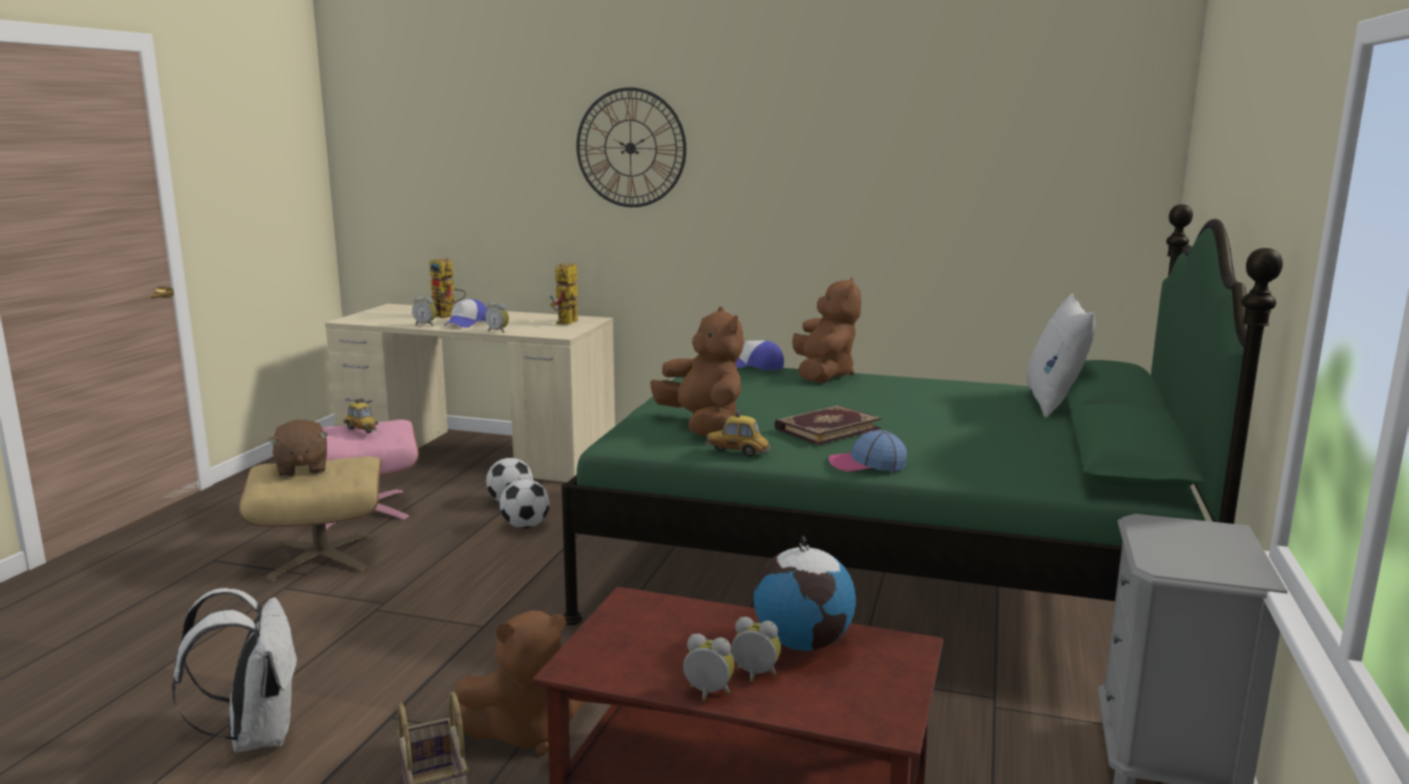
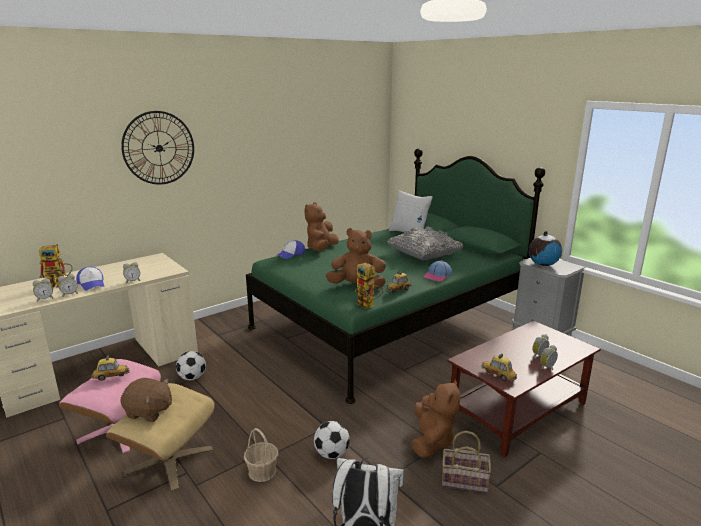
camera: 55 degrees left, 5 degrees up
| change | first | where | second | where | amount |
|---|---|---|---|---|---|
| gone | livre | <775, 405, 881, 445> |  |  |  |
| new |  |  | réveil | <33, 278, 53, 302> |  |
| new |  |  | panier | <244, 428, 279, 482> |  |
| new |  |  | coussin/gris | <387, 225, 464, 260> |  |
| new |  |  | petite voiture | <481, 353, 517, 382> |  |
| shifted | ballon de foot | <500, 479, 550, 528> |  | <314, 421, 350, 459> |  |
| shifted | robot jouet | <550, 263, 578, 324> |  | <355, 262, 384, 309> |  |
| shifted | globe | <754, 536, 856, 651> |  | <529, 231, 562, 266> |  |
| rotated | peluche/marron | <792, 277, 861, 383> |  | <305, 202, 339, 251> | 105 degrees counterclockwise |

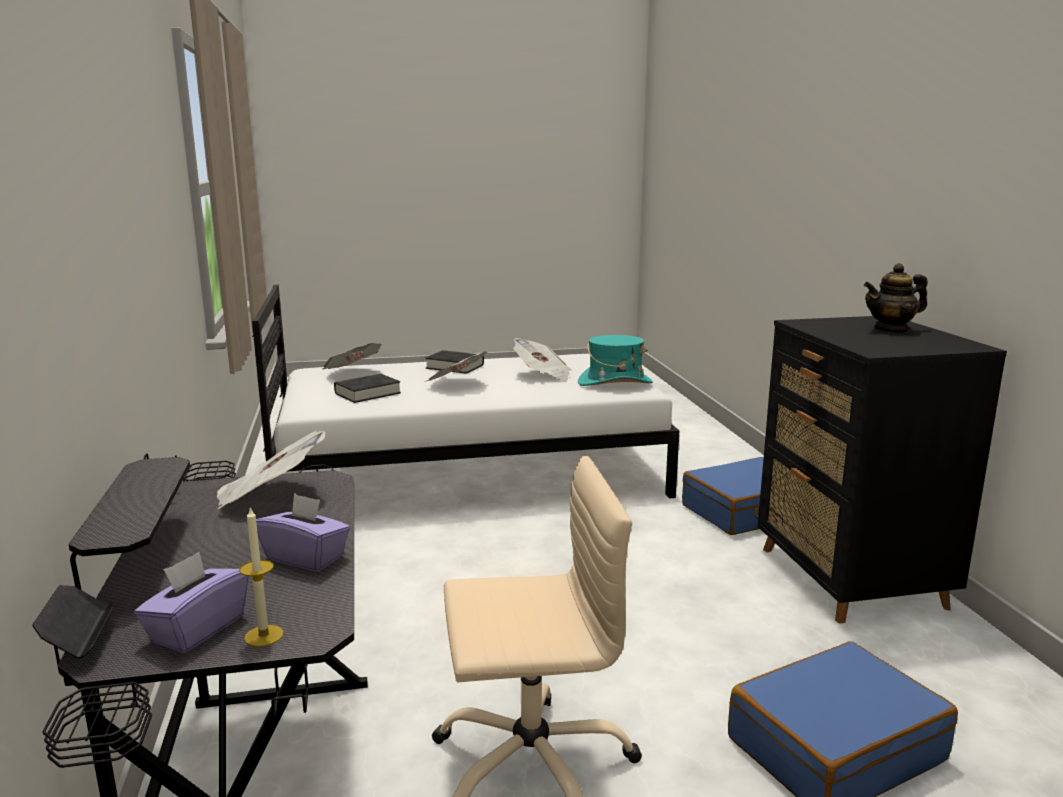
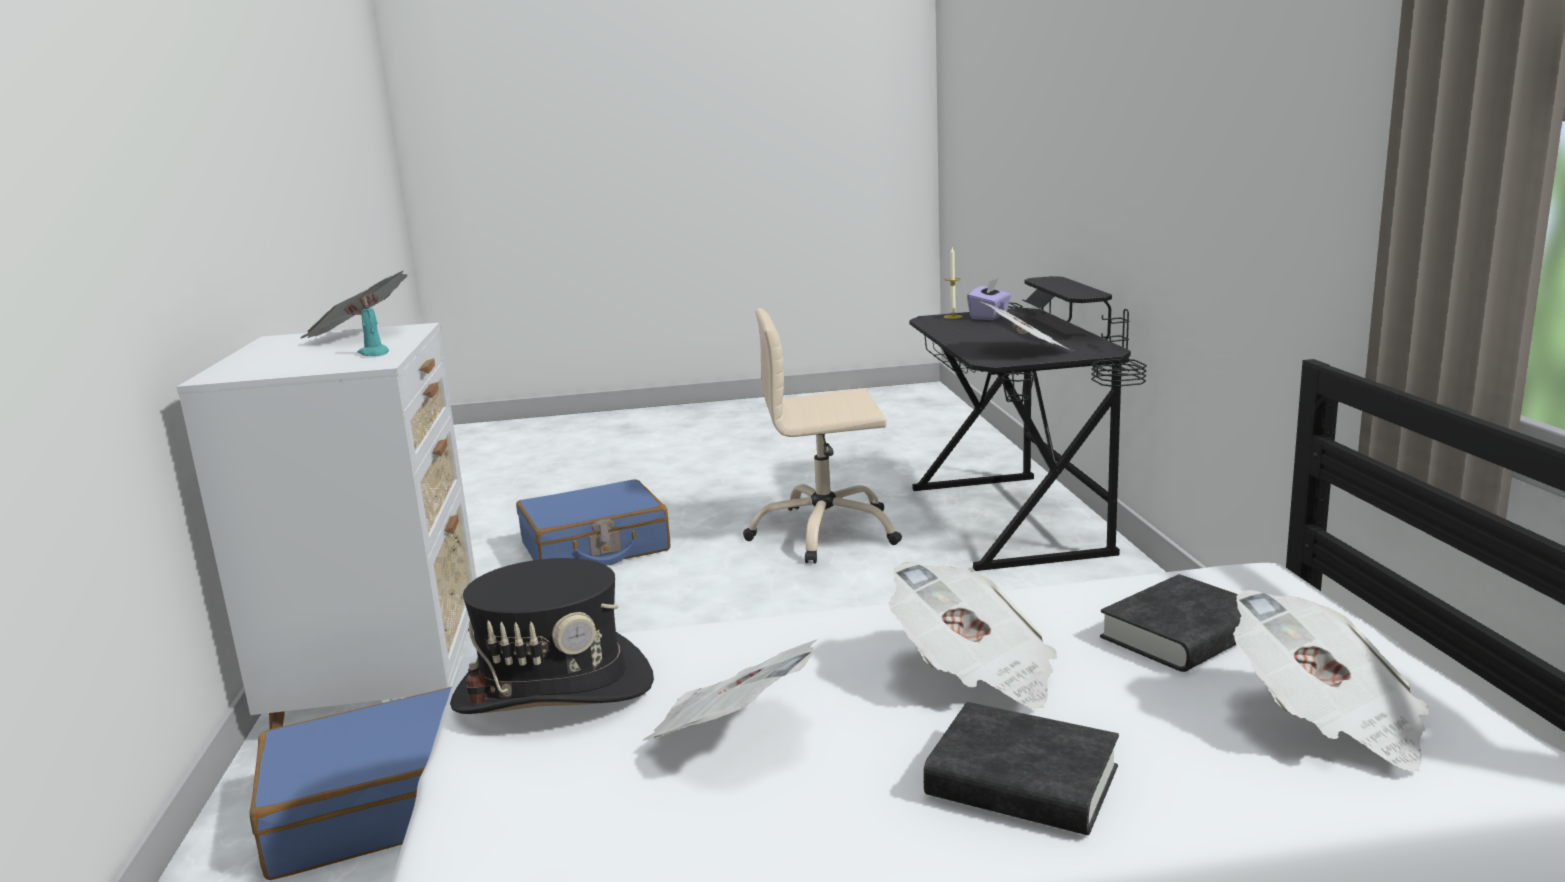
camera: 175 degrees left, 0 degrees up
| change | first | where | second | where | amount |
|---|---|---|---|---|---|
| gone | boîte à mouchoirs/violet | <256, 493, 350, 572> |  |  |  |
| gone | théière | <864, 263, 928, 334> |  |  |  |
| new |  |  | journal | <300, 271, 407, 339> |  |
| new |  |  | bougie/turquoise | <357, 298, 389, 356> |  |
| repainted | chapeau/turquoise | <578, 335, 653, 386> | chapeau/noir | <450, 558, 654, 714> |  |
| repainted | commode/noir | <758, 316, 1007, 624> | commode/blanc | <177, 322, 476, 729> |  |

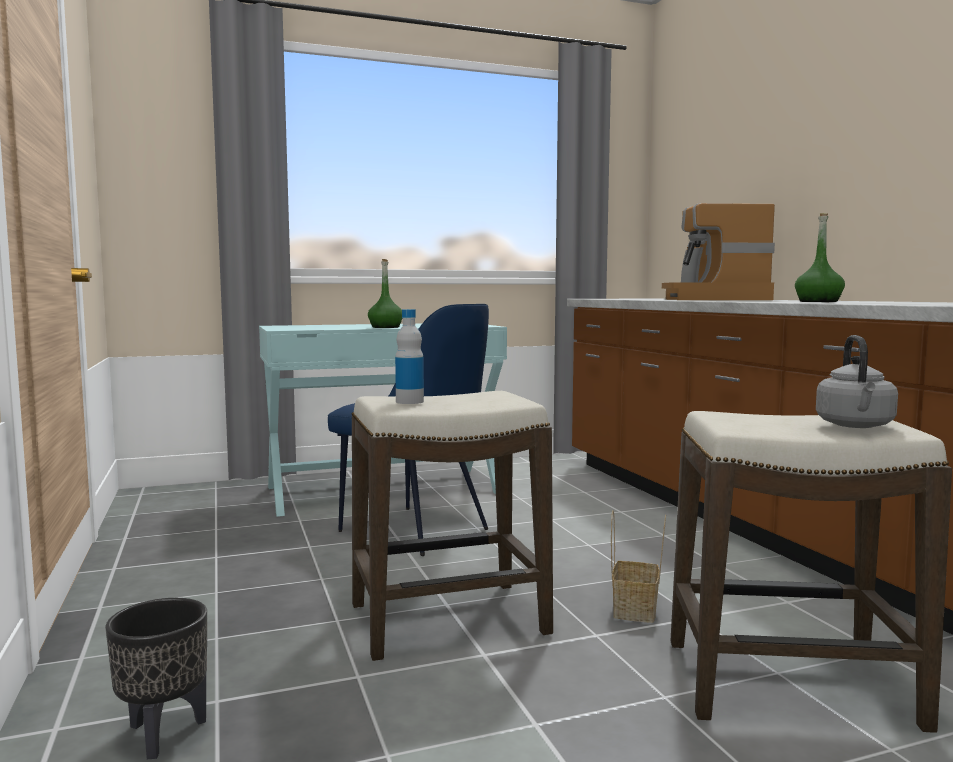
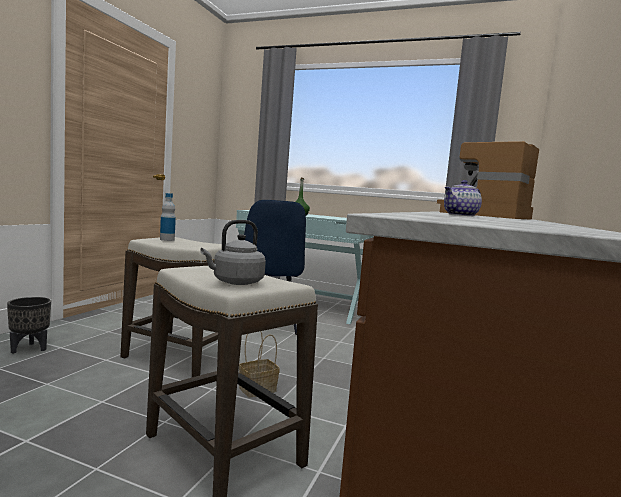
camera: 40 degrees right, 0 degrees up
| change | first | where | second | where | amount |
|---|---|---|---|---|---|
| swapped | bouteille/vert | <795, 213, 845, 302> | théière | <444, 180, 482, 216> |  |

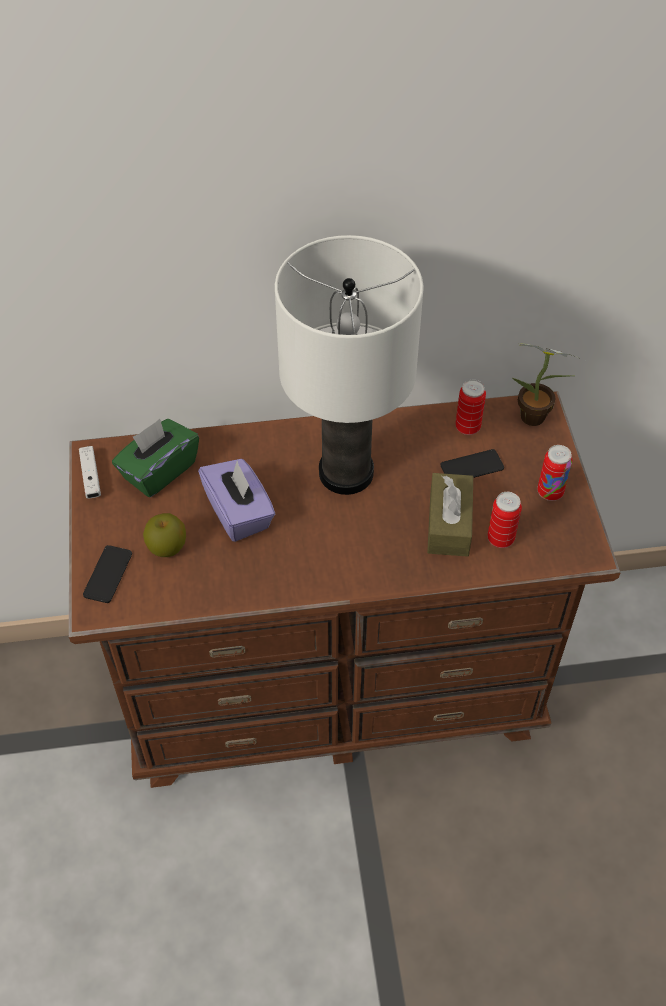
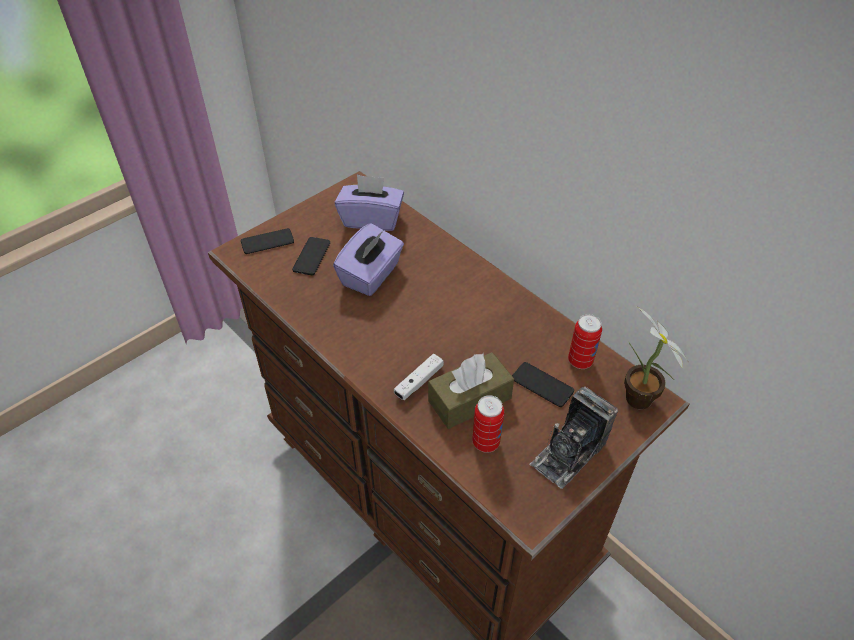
camera: 55 degrees right, 5 degrees down
| change | first | where | second | where | amount |
|---|---|---|---|---|---|
| gone | lampe de table/blanc | <275, 235, 424, 495> |  |  |  |
| shifted | manette/blanc | <79, 446, 101, 498> |  | <394, 354, 444, 400> |  |
| swapped | pomme | <143, 513, 186, 557> | téléphone | <292, 237, 330, 275> |  |
| swapped | boîte métallique | <537, 445, 572, 501> | appareil photo | <530, 387, 618, 489> |  |
| repainted | boîte à mouchoirs/vert | <112, 419, 199, 497> | boîte à mouchoirs/violet | <335, 174, 404, 231> |  |

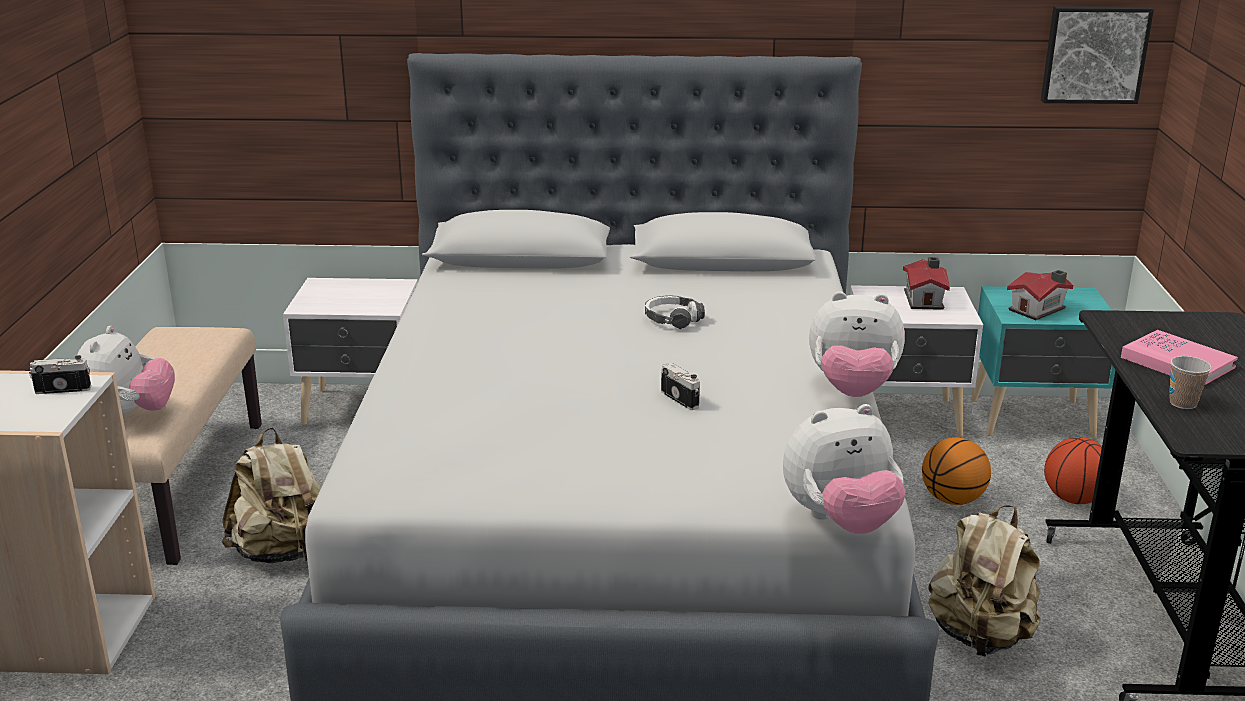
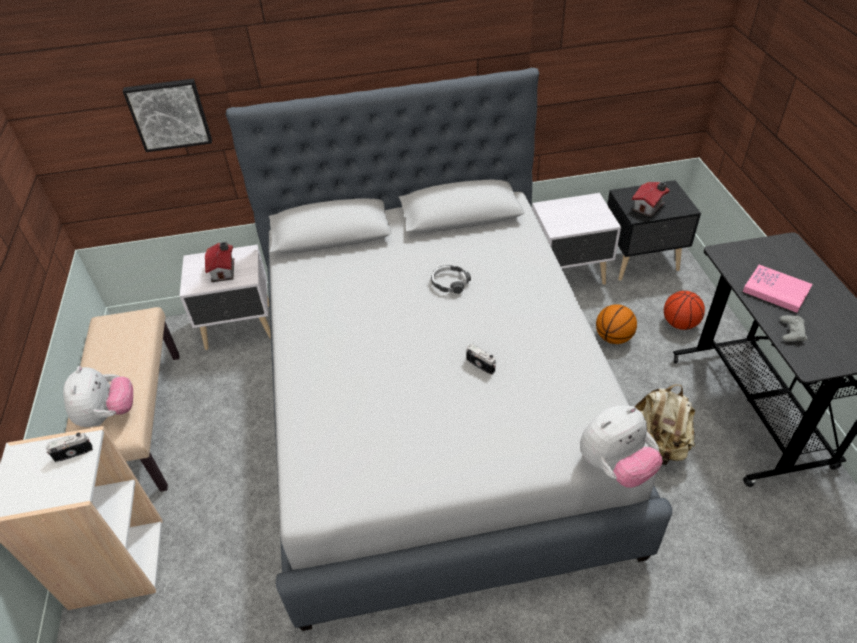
camera: 10 degrees left, 20 degrees up
| change | first | where | second | where | amount |
|---|---|---|---|---|---|
| gone | sac à dos/beige | <222, 427, 321, 563> |  |  |  |
| gone | peluche | <809, 291, 905, 397> |  |  |  |
| shifted | maison miniature | <903, 257, 950, 310> |  | <205, 242, 234, 282> |  |
| shifted | tableau | <1041, 6, 1154, 104> |  | <123, 79, 212, 152> |  |
| swapped | tasse | <1169, 356, 1212, 409> | manette/gris | <780, 315, 807, 342> |  |
| repainted | table de chevet/turquoise | <971, 286, 1115, 438> | table de chevet/noir | <607, 180, 701, 281> |  |

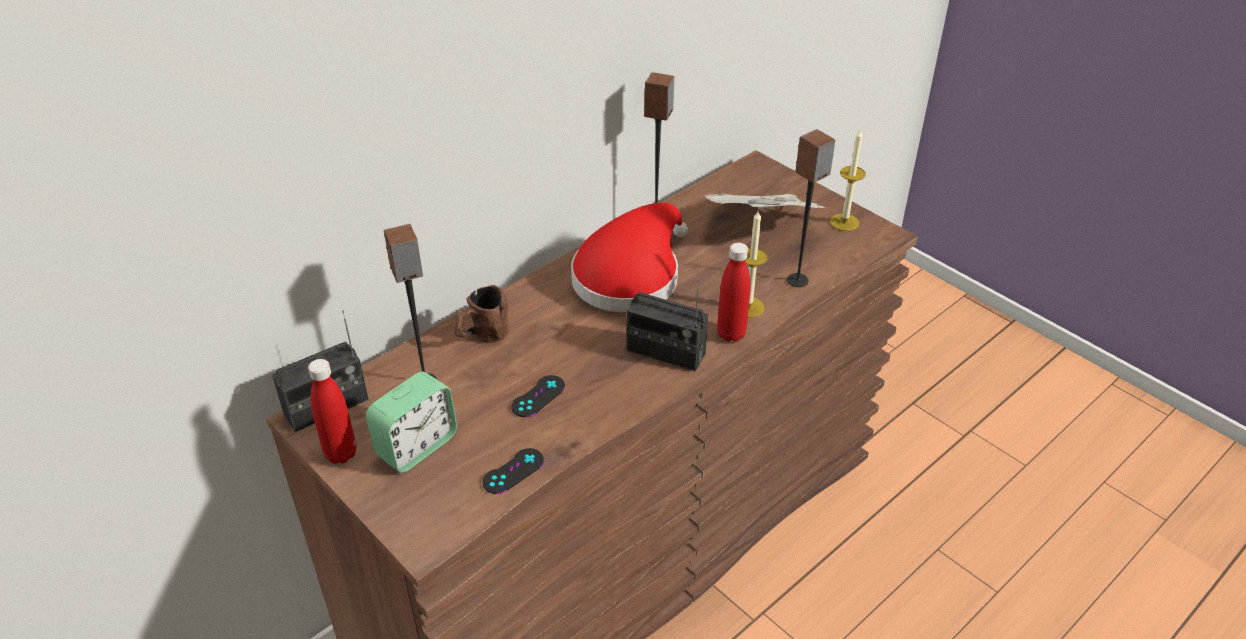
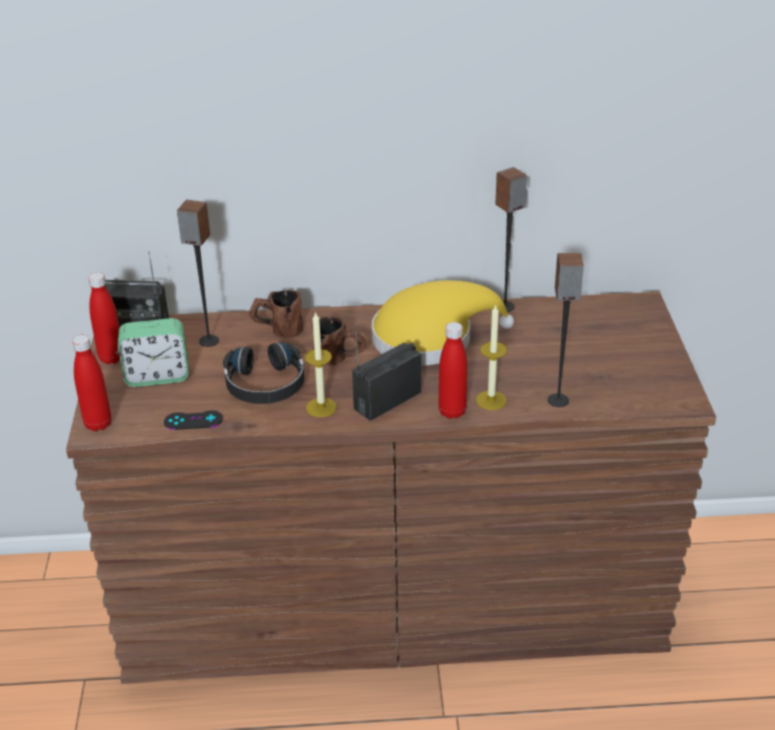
camera: 40 degrees right, 5 degrees down
| change | first | where | second | where | amount |
|---|---|---|---|---|---|
| gone | journal | <705, 194, 826, 213> |  |  |  |
| new |  |  | bouteille/rouge | <72, 335, 111, 431> |  |
| new |  |  | mug/marron | <312, 316, 366, 365> |  |
| shifted | bougie | <830, 130, 866, 231> |  | <305, 311, 337, 417> |  |
| swapped | manette/noir | <511, 375, 565, 417> | casque audio/noir | <223, 343, 305, 404> |  |
| repainted | chapeau/rouge | <571, 203, 688, 313> | chapeau/jaune | <372, 280, 514, 366> |  |
| rotated | radio | <627, 279, 708, 371> |  | <352, 324, 421, 421> | 75 degrees clockwise |

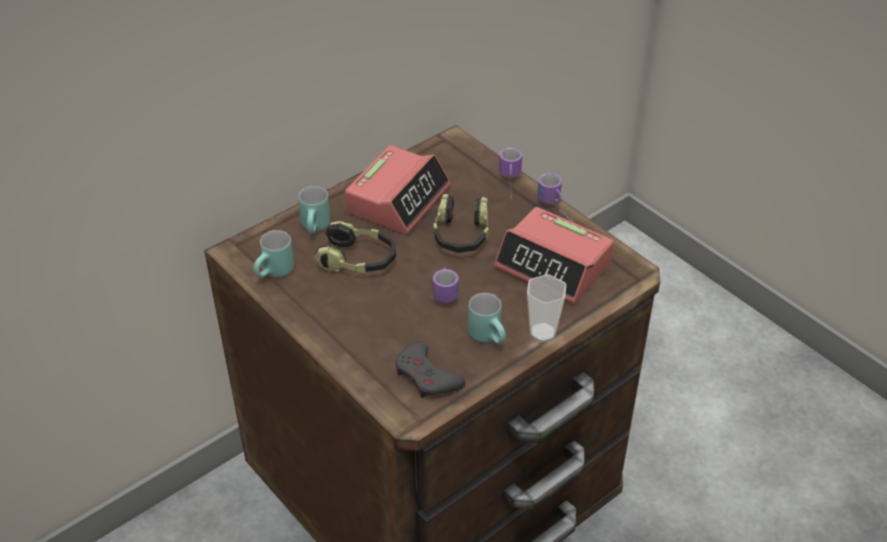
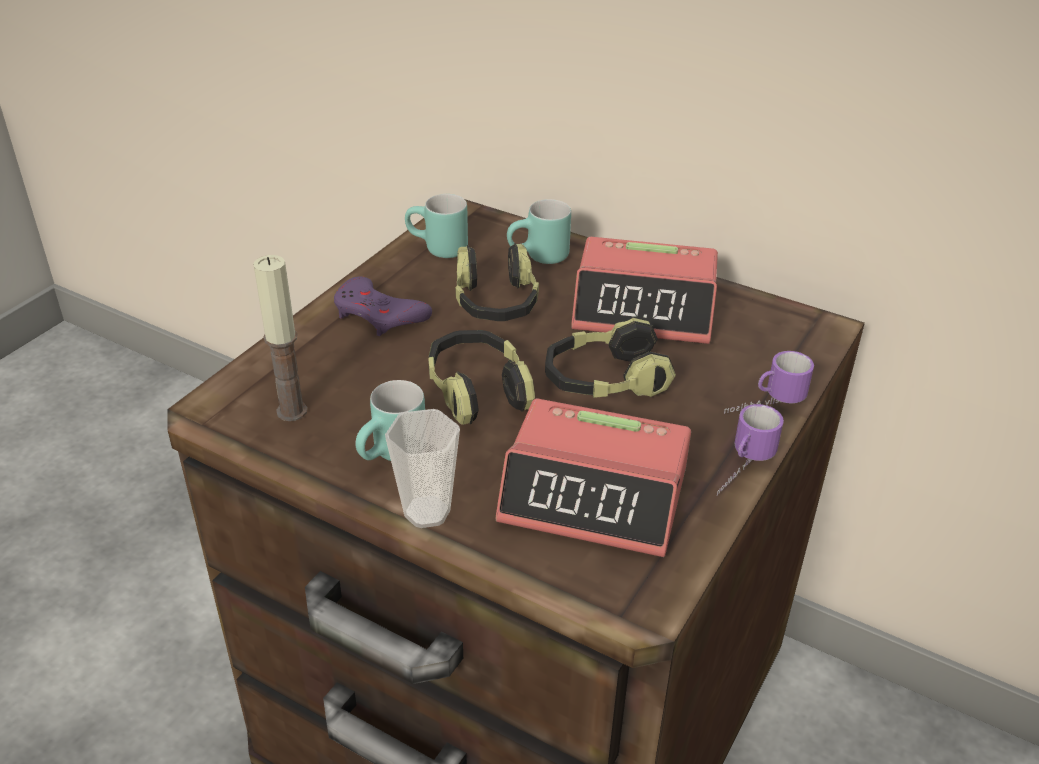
camera: 70 degrees right, 5 degrees down
| change | first | where | second | where | amount |
|---|---|---|---|---|---|
| new |  |  | manette/violet | <334, 276, 432, 336> |  |
| swapped | manette/gris | <395, 341, 466, 398> | bougie | <253, 255, 307, 421> |  |
| swapped | mug | <433, 268, 459, 303> | casque audio | <428, 330, 535, 425> |  |
| rotated | réveil | <494, 207, 614, 304> |  | <496, 398, 691, 557> | 90 degrees counterclockwise |

